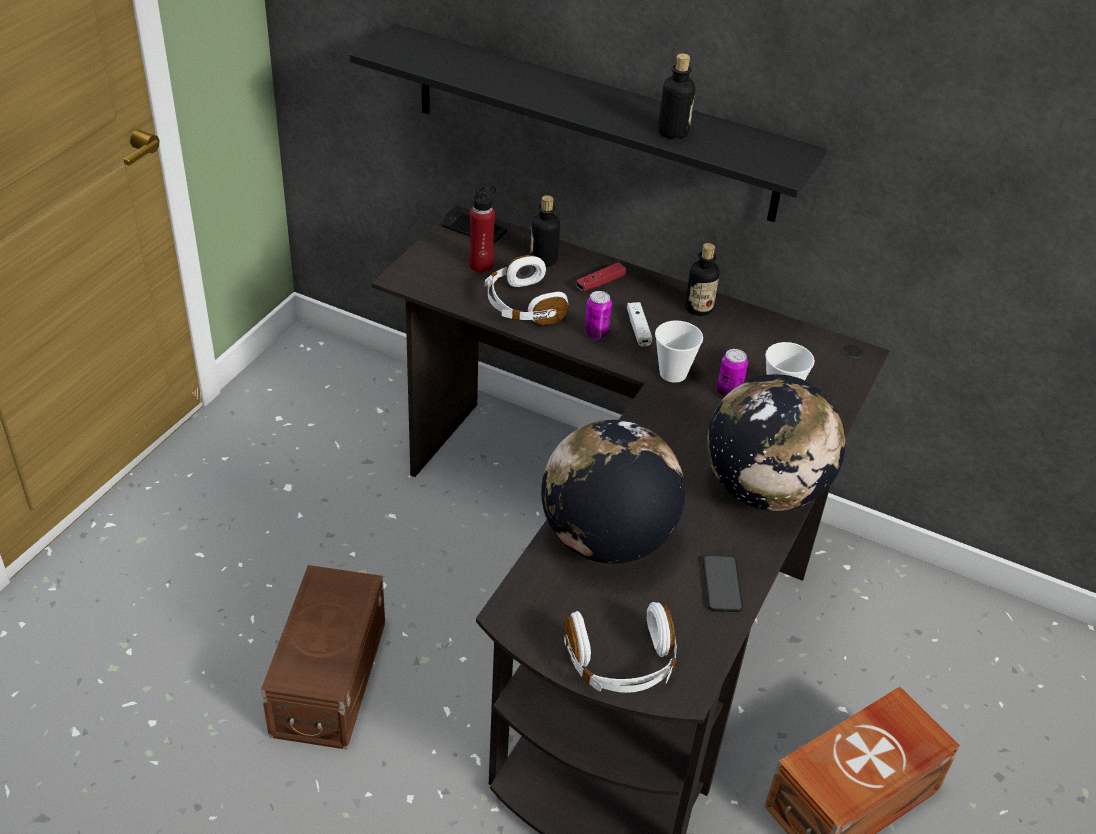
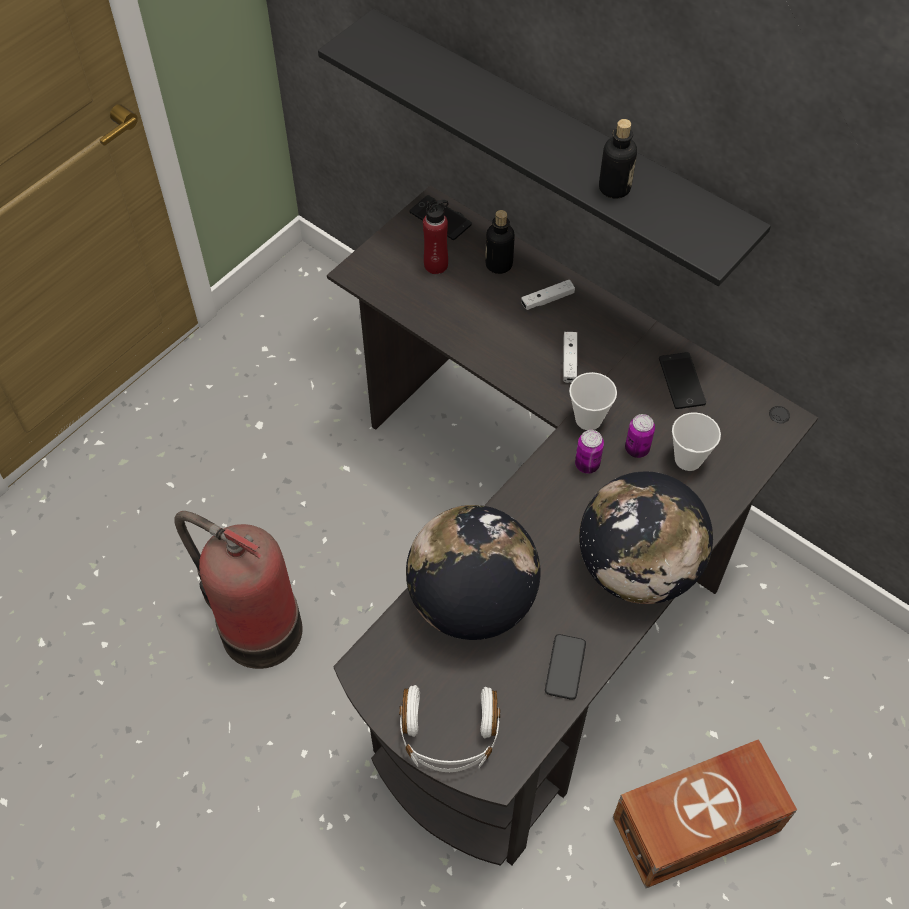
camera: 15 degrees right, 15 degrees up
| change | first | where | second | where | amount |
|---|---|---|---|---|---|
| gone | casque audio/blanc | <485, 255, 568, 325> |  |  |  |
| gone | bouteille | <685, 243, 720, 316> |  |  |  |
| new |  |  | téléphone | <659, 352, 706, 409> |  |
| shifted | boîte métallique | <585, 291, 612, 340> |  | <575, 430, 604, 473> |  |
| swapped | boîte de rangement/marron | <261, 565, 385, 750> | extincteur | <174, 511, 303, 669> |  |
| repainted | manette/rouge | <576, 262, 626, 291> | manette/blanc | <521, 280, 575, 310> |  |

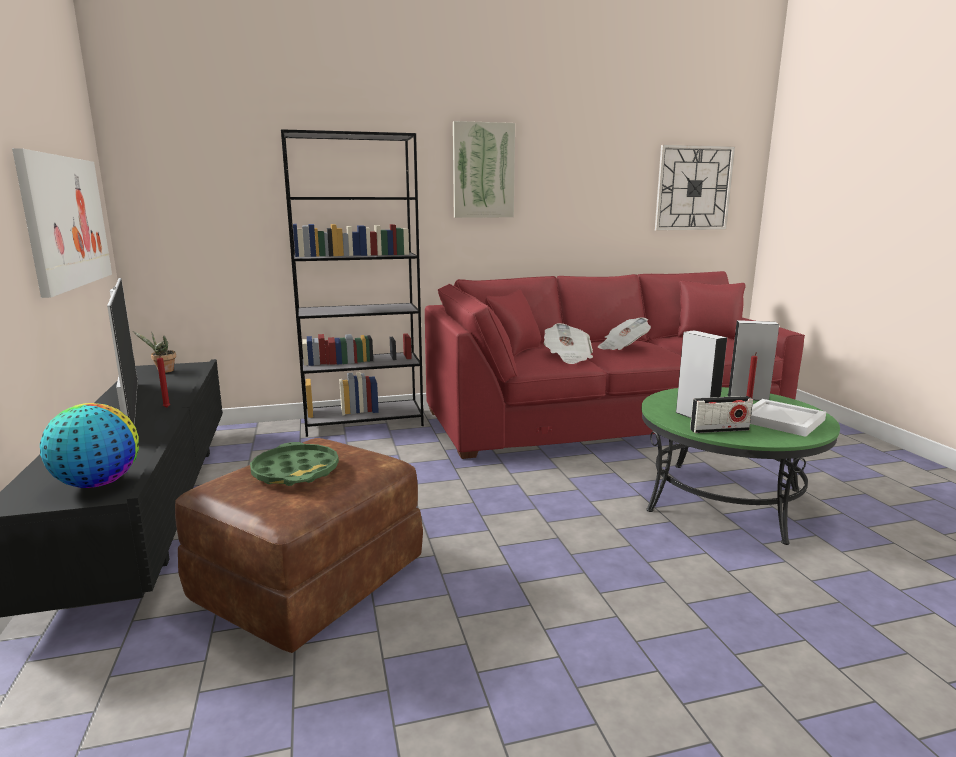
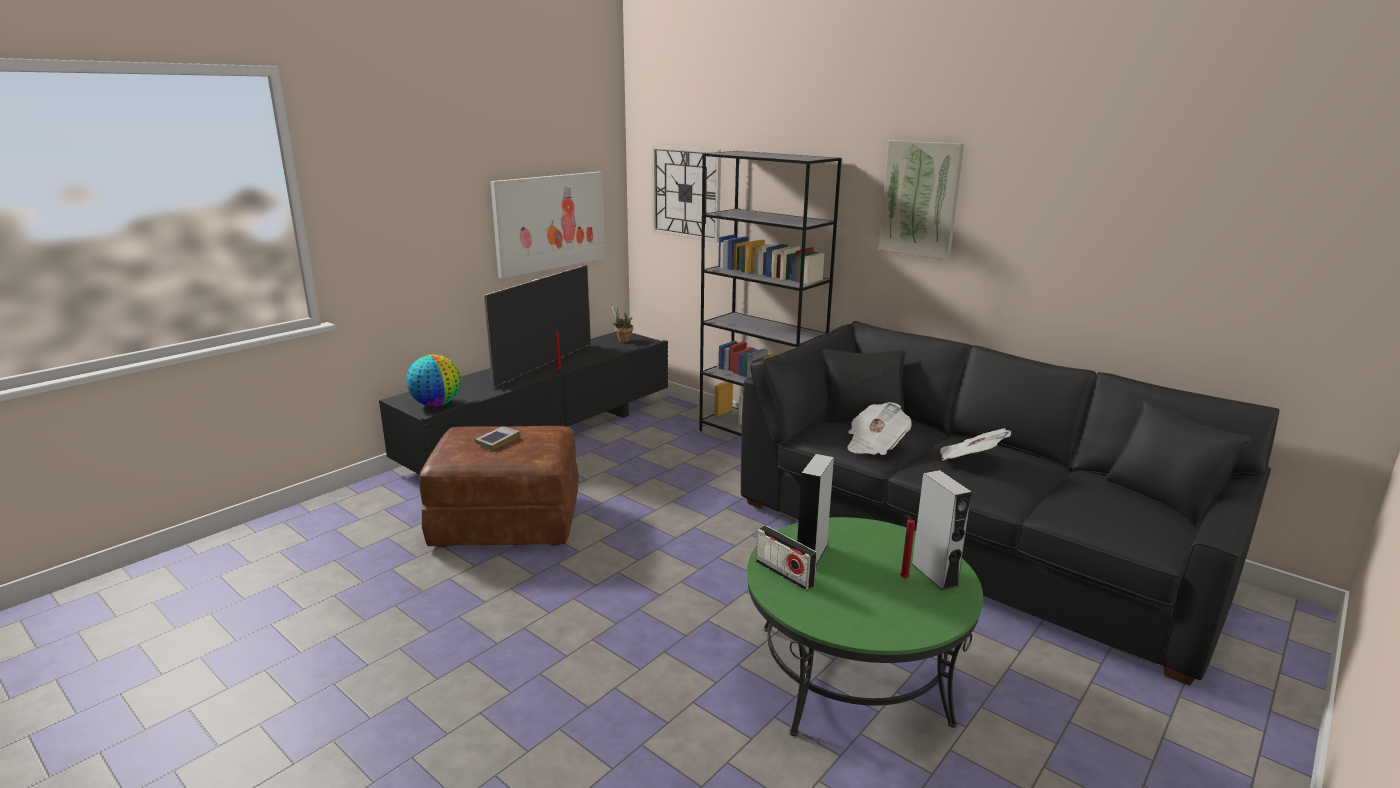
camera: 55 degrees right, 5 degrees up
| change | first | where | second | where | amount |
|---|---|---|---|---|---|
| gone | plateau/blanc | <750, 399, 826, 437> |  |  |  |
| shifted | horloge murale | <655, 145, 735, 231> |  | <652, 146, 721, 242> |  |
| swapped | plateau/vert | <250, 442, 339, 486> | livre | <475, 427, 520, 450> |  |
| repainted | canapé/rouge | <425, 271, 805, 459> | canapé/noir | <741, 321, 1280, 686> |  |

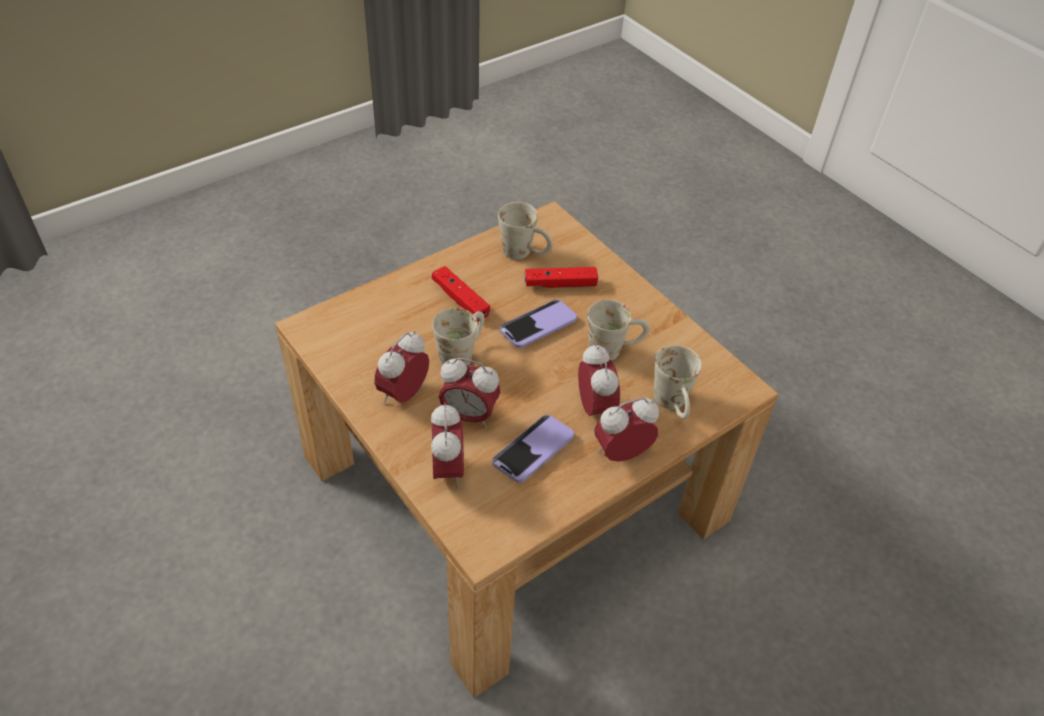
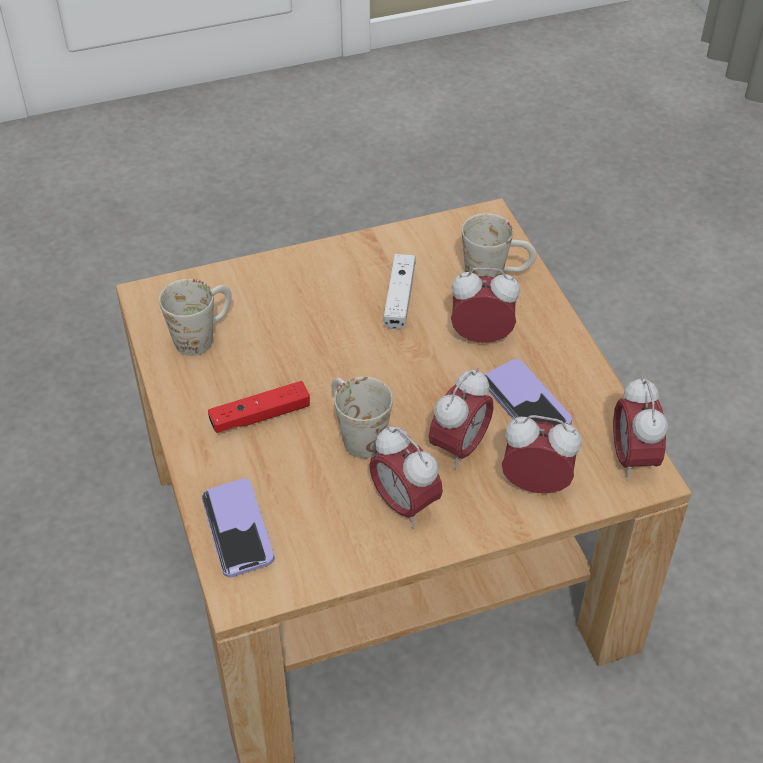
camera: 70 degrees left, 0 degrees up
| change | first | where | second | where | amount |
|---|---|---|---|---|---|
| gone | manette/rouge | <524, 267, 598, 288> |  |  |  |
| shifted | téléphone | <500, 300, 577, 348> |  | <201, 478, 274, 577> |  |
| shifted | réveil | <594, 398, 659, 462> |  | <613, 376, 668, 481> |  |
| swapped | mug/blanc | <587, 300, 650, 361> | manette/blanc | <384, 254, 415, 329> |  |

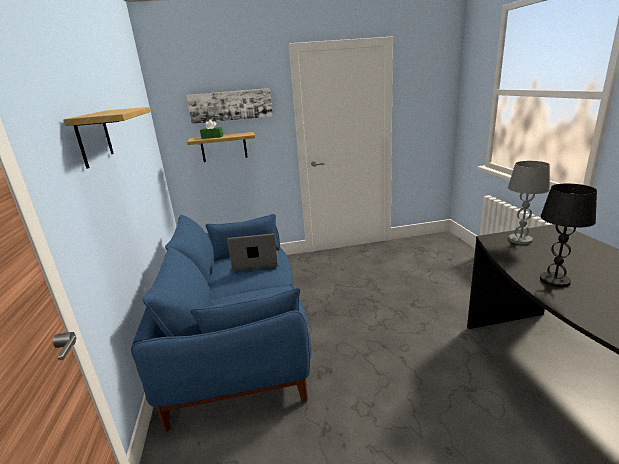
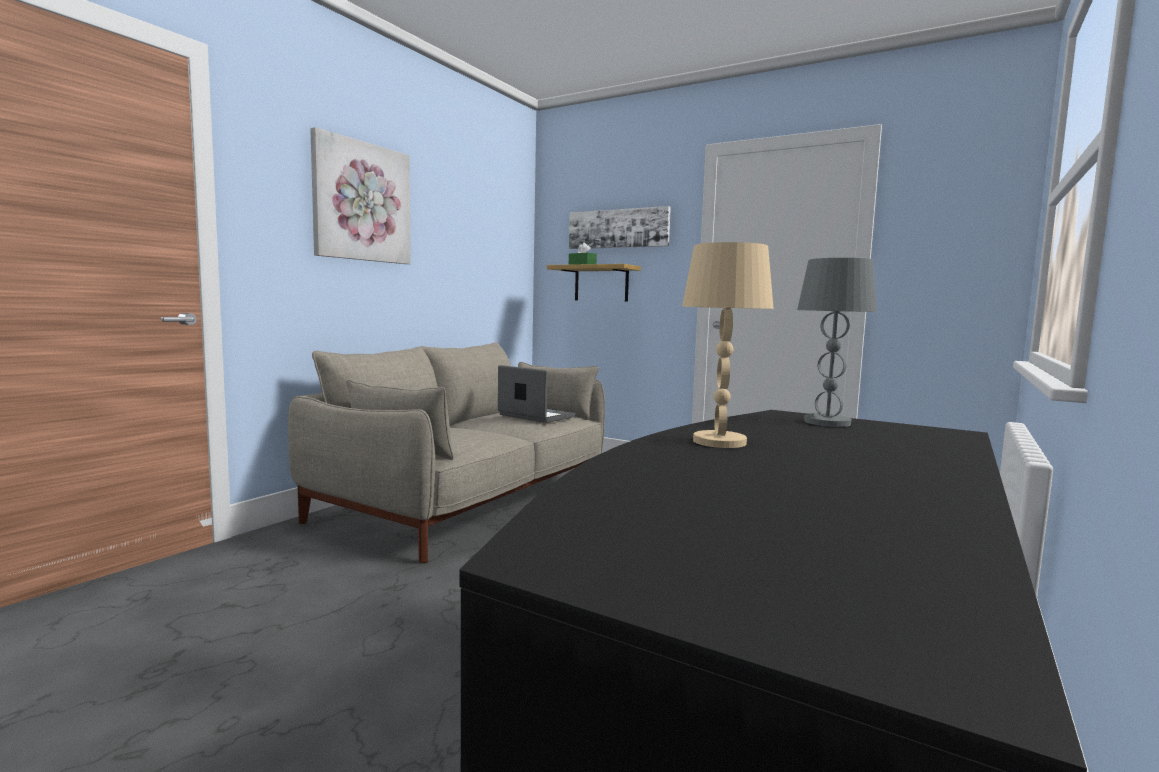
camera: 40 degrees right, 15 degrees down
| change | first | where | second | where | amount |
|---|---|---|---|---|---|
| swapped | étagère | <63, 107, 151, 169> | tableau | <310, 127, 411, 264> |  |
| repainted | canapé/bleu | <131, 214, 312, 432> | canapé/beige | <288, 342, 605, 563> |  |
| repainted | lampe de table/noir | <540, 184, 597, 288> | lampe de table/beige | <682, 242, 774, 448> |  |

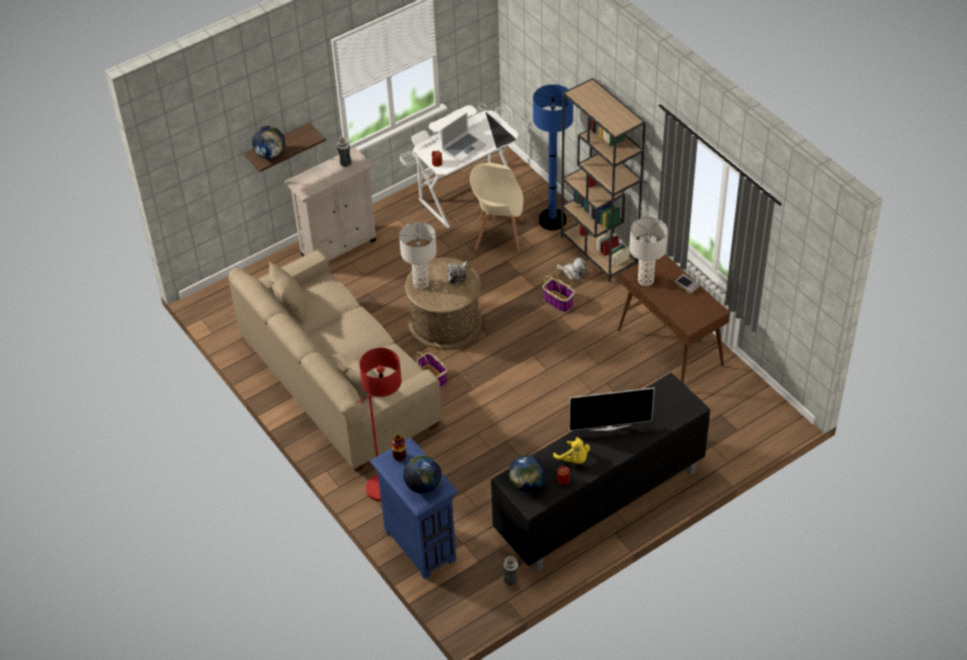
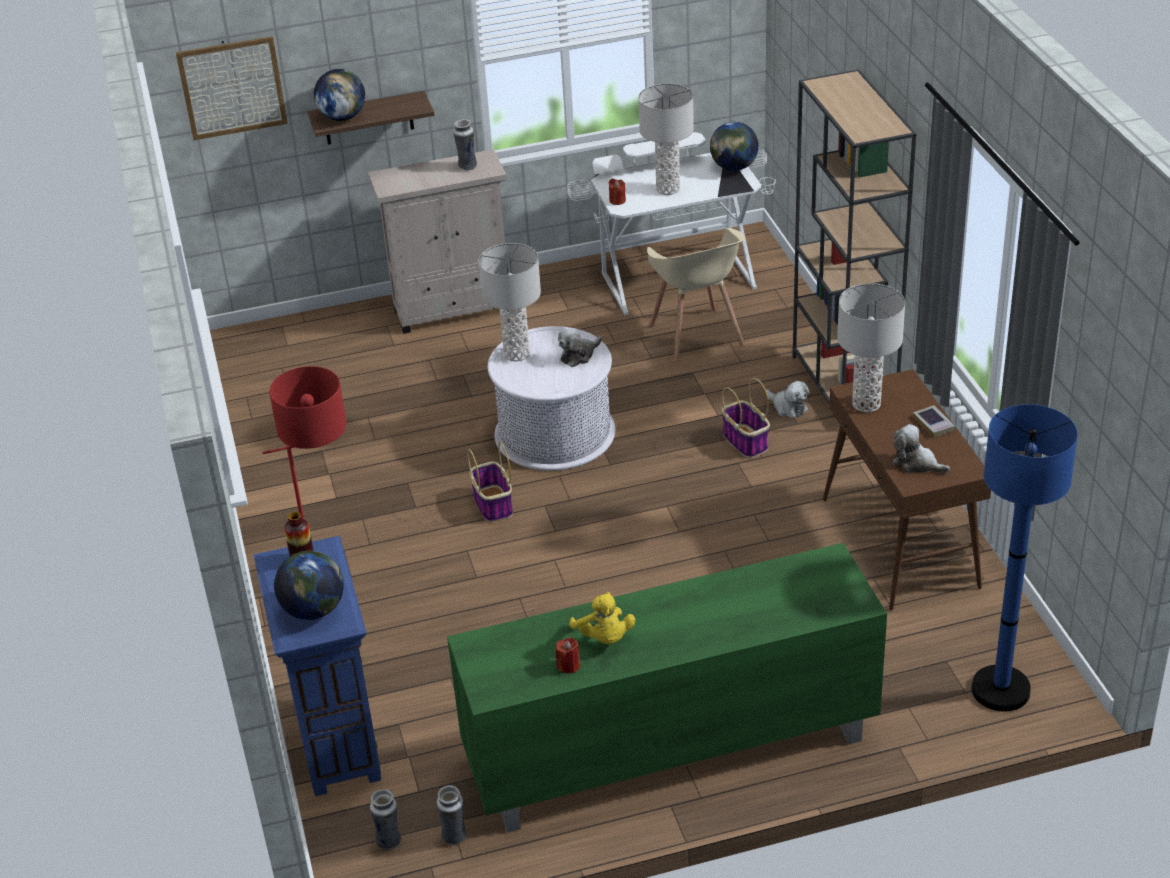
camera: 20 degrees right, 10 degrees down
| change | first | where | second | where | amount |
|---|---|---|---|---|---|
| gone | canapé/beige | <229, 250, 442, 472> |  |  |  |
| gone | téléviseur | <569, 387, 655, 431> |  |  |  |
| new |  |  | tableau | <176, 36, 288, 140> |  |
| new |  |  | vase | <370, 789, 401, 851> |  |
| new |  |  | peluche | <893, 424, 950, 473> |  |
| shifted | globe | <508, 454, 546, 492> |  | <710, 122, 759, 171> |  |
| shifted | lampadaire/bleu | <533, 84, 573, 230> |  | <971, 404, 1078, 711> |  |
| swapped | ordinateur portable | <441, 112, 486, 163> | lampe de table/blanc | <638, 83, 694, 195> |  |
| repainted | table basse/marron | <405, 257, 482, 349> | table basse/blanc | <488, 326, 615, 471> |  |
| repainted | meuble télé/noir | <491, 372, 710, 571> | meuble télé/vert | <447, 543, 887, 833> |  |
| rotated | chaise/beige | <470, 163, 523, 251> |  | <647, 228, 745, 363> | 135 degrees counterclockwise |

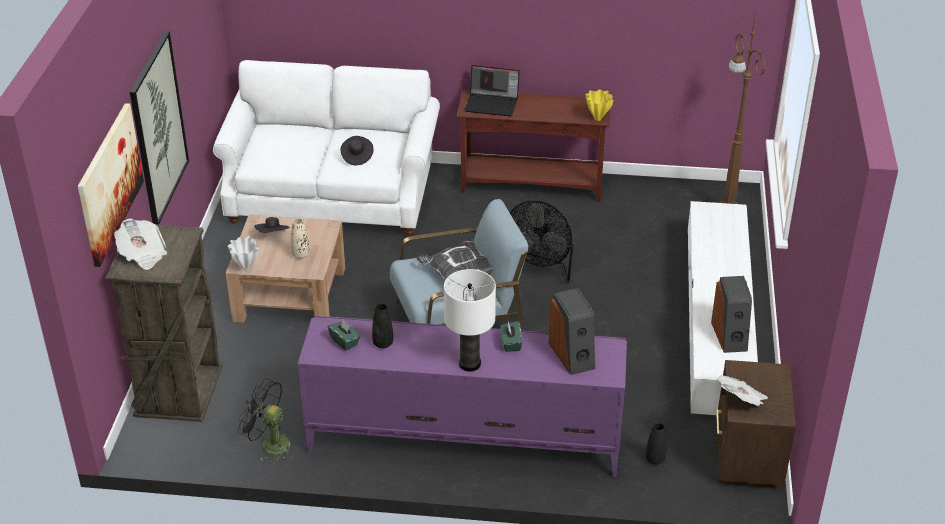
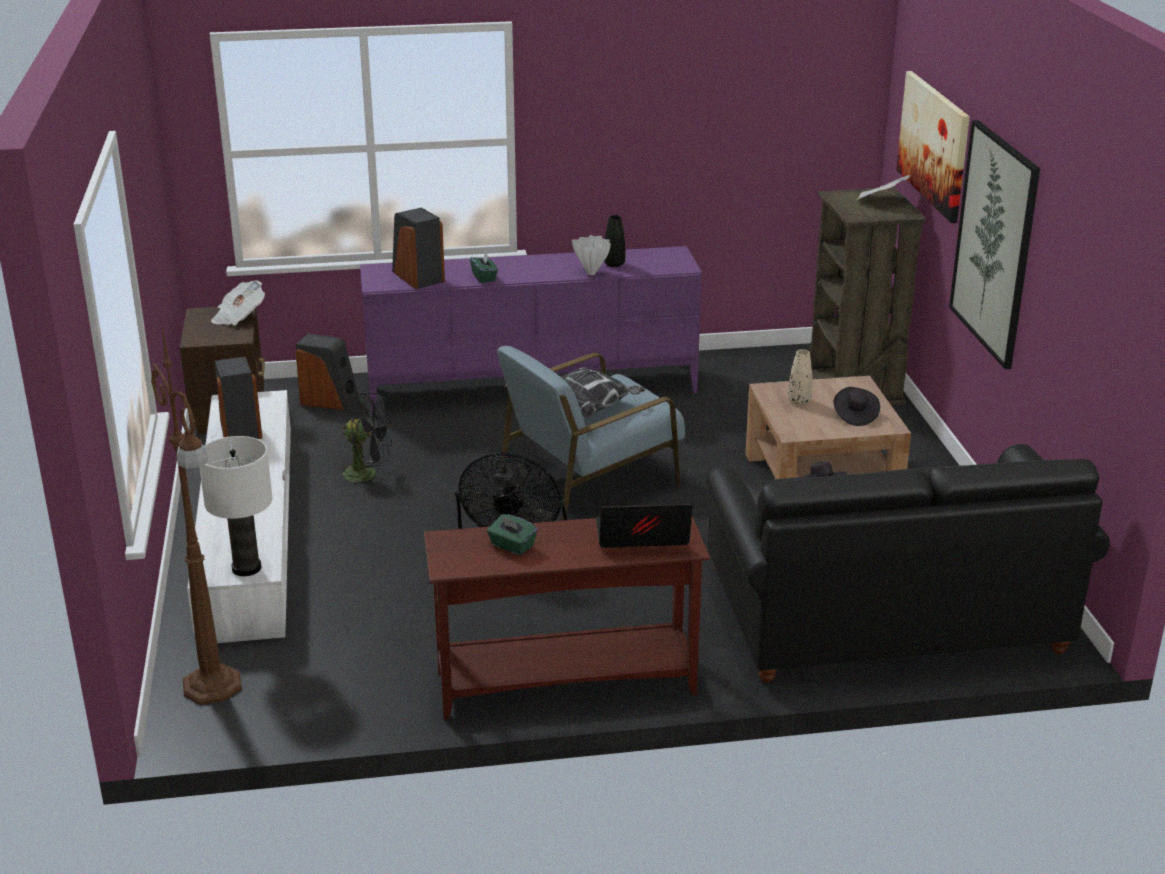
camera: 165 degrees right, 10 degrees down
| change | first | where | second | where | amount |
|---|---|---|---|---|---|
| gone | vase/jaune | <585, 89, 613, 121> |  |  |  |
| shifted | vase/blanc | <228, 236, 259, 270> |  | <572, 235, 611, 275> |  |
| shifted | ventilateur/noir | <238, 378, 293, 463> |  | <336, 393, 392, 489> |  |
| shifted | boîte à mouchoirs/vert | <328, 320, 360, 351> |  | <487, 514, 537, 555> |  |
| shifted | lampe de table/blanc | <444, 269, 496, 372> |  | <199, 436, 272, 576> |  |
| swapped | vase/noir | <646, 423, 667, 465> | enceinte | <296, 334, 360, 411> |  |
| repainted | canapé/blanc | <213, 60, 440, 235> | canapé/noir | <706, 444, 1110, 683> |  |

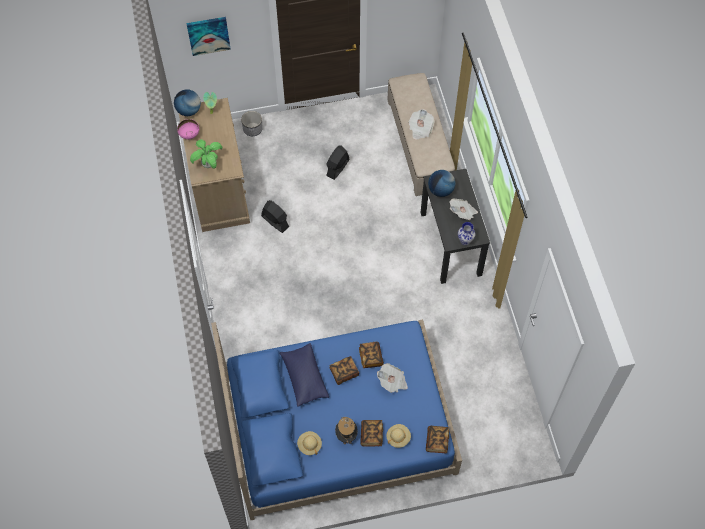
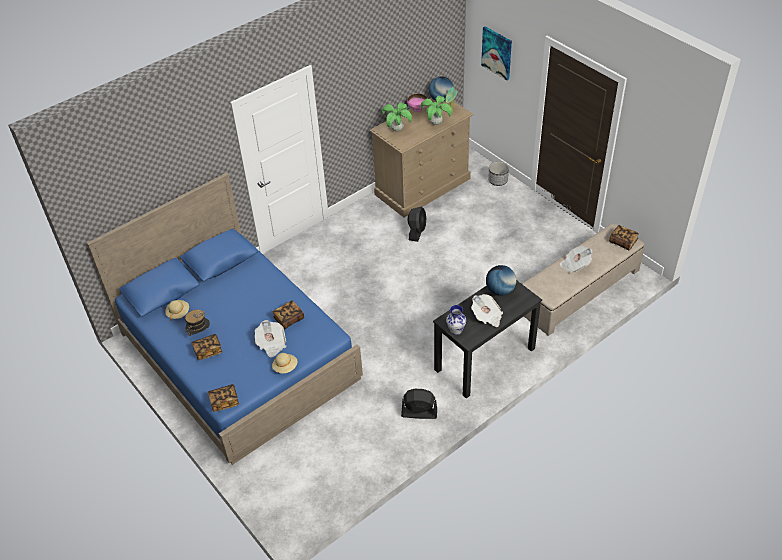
camera: 65 degrees right, 15 degrees down
| change | first | where | second | where | amount |
|---|---|---|---|---|---|
| gone | coussin/bleu | <280, 343, 329, 407> |  |  |  |
| new |  |  | plante en pot | <421, 96, 452, 125> |  |
| shifted | ventilateur/noir | <326, 146, 349, 180> |  | <401, 389, 437, 419> |  |
| shifted | livre | <329, 356, 359, 385> |  | <609, 225, 639, 250> |  |
| shifted | chapeau/beige | <386, 424, 411, 448> |  | <272, 353, 298, 373> |  |

